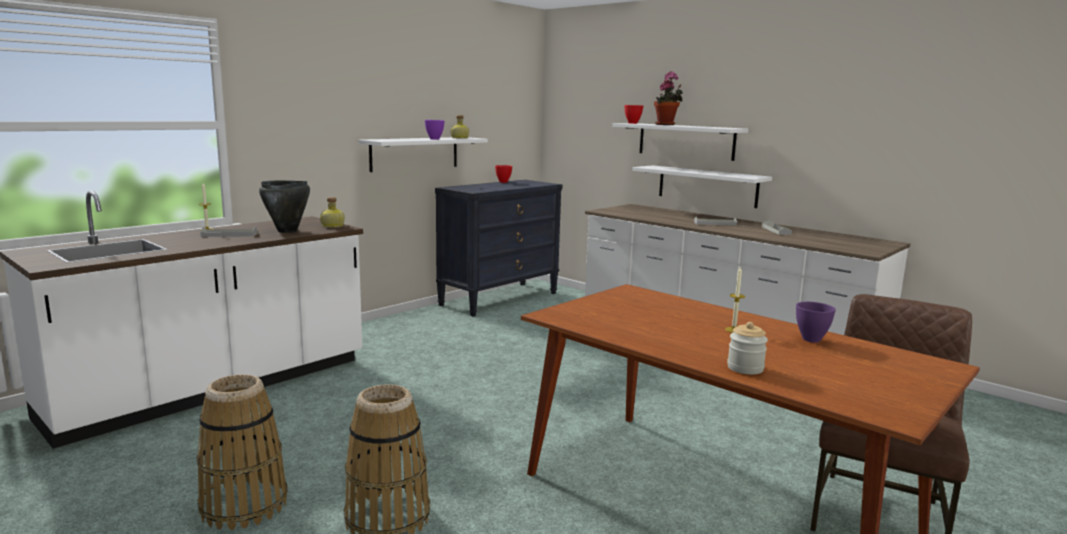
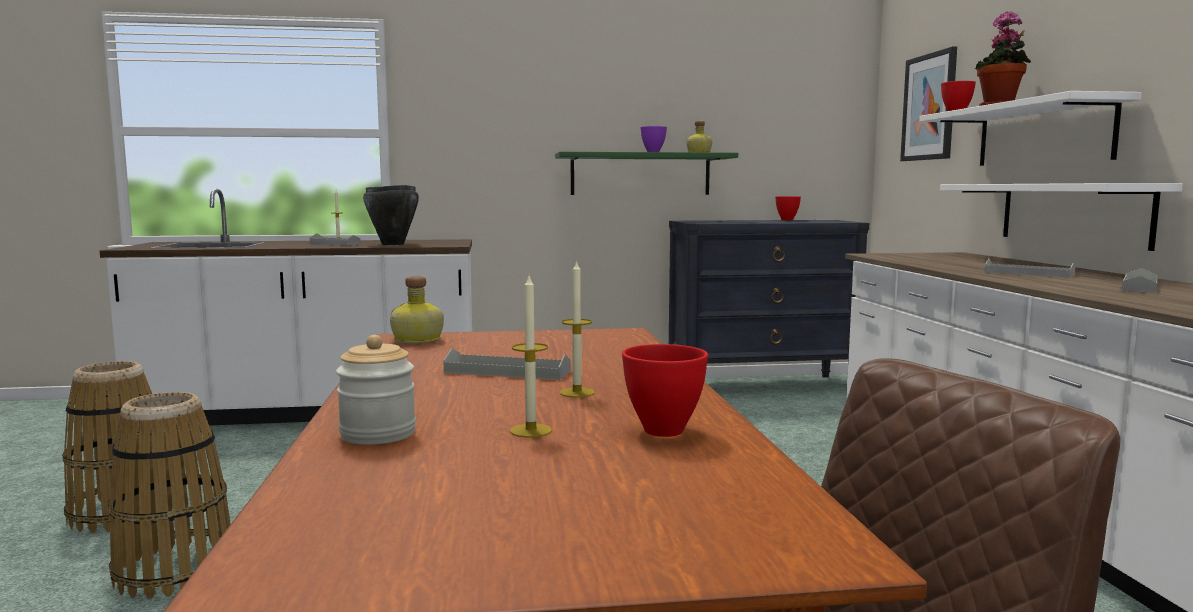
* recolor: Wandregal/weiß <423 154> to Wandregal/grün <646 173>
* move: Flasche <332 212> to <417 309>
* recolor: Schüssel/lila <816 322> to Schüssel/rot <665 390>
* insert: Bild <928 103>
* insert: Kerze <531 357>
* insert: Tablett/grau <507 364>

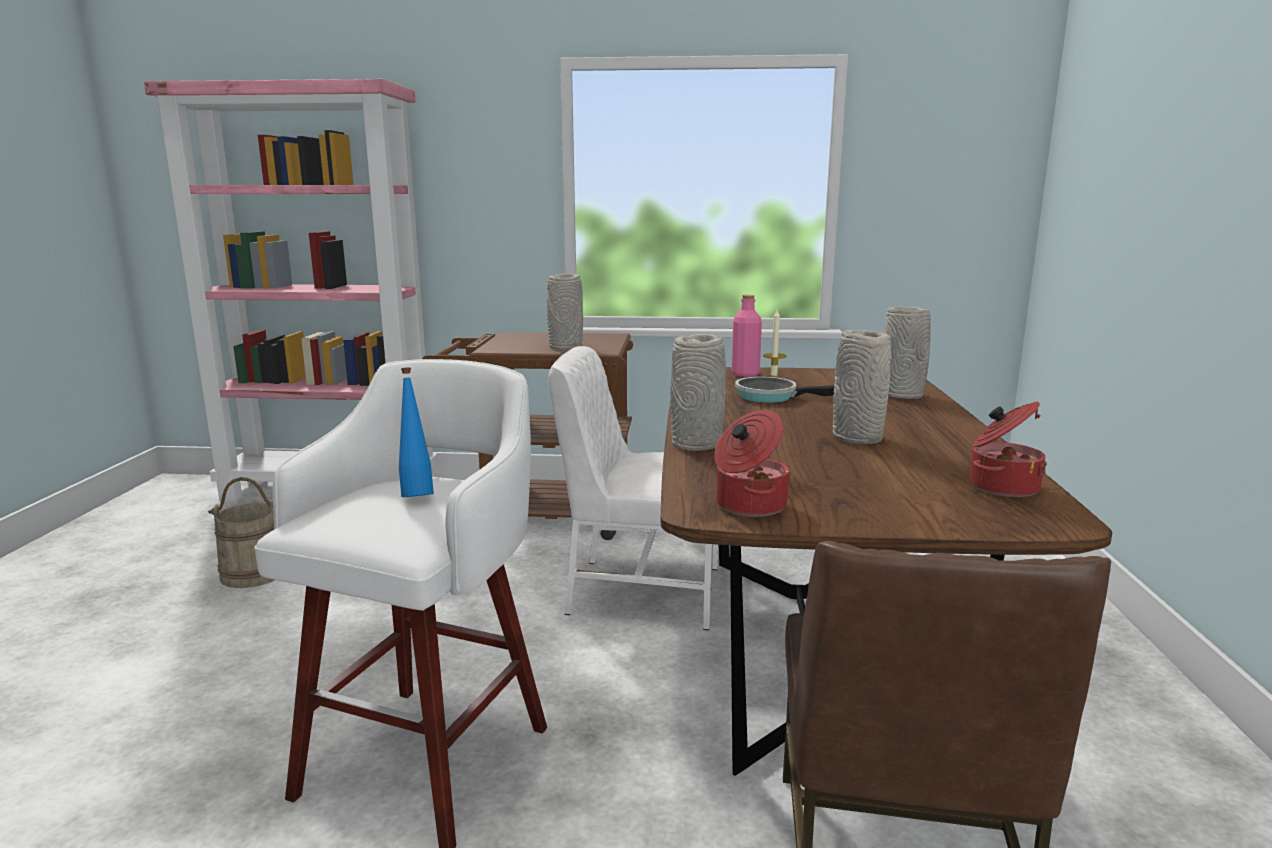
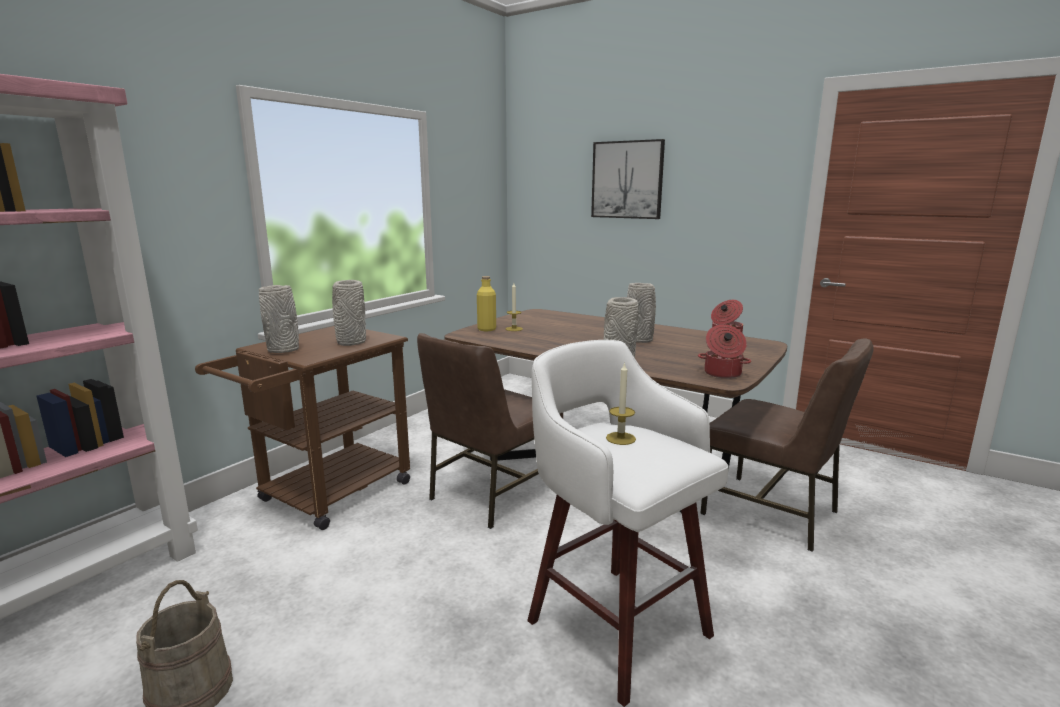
* recolor: Flasche/rosa <746 336> to Flasche/gelb <486 303>
* move: Vase/grau <908 353> to <278 319>
* recolor: Stuhl/weiß <633 488> to Stuhl/braun <490 431>
* replace: Flasche/blau <416 432> to Kerze <621 403>
* delete: Pfanne <784 390>
* insert: Bild <628 179>

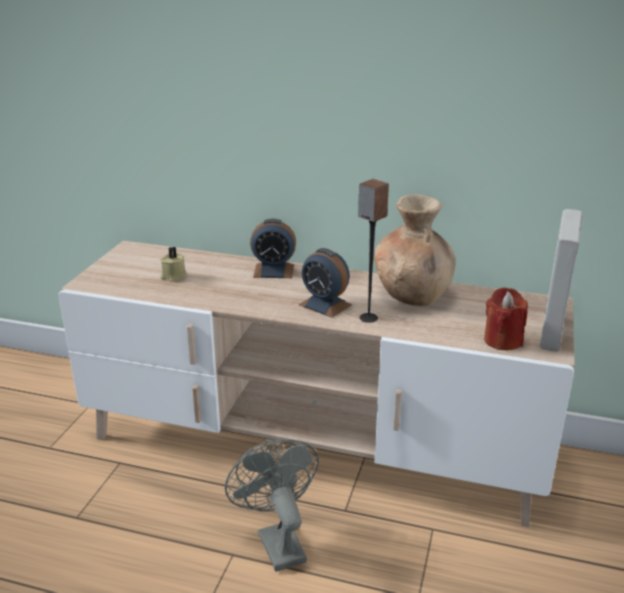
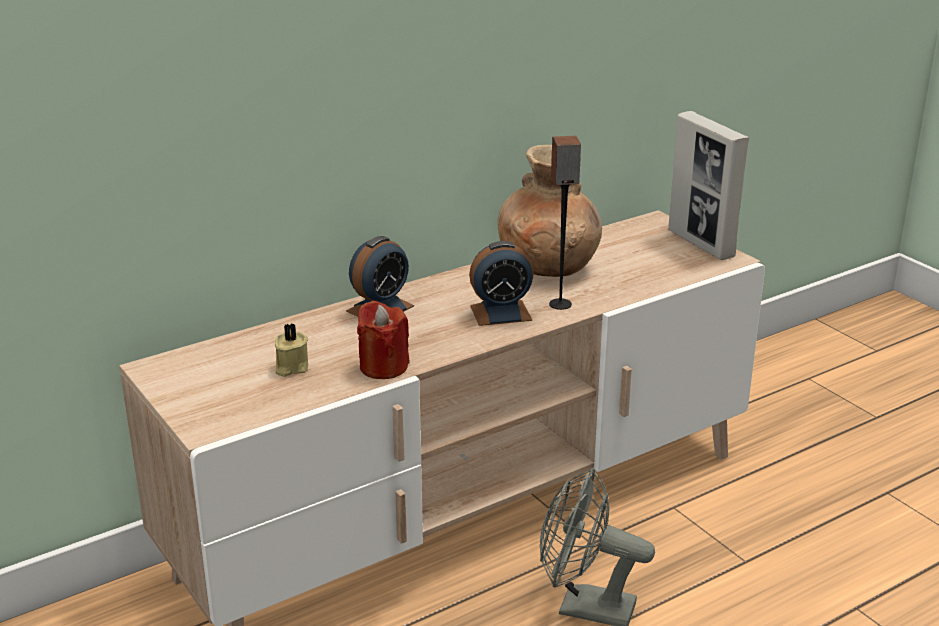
* move: Kerze/rot <506 318> to <383 339>

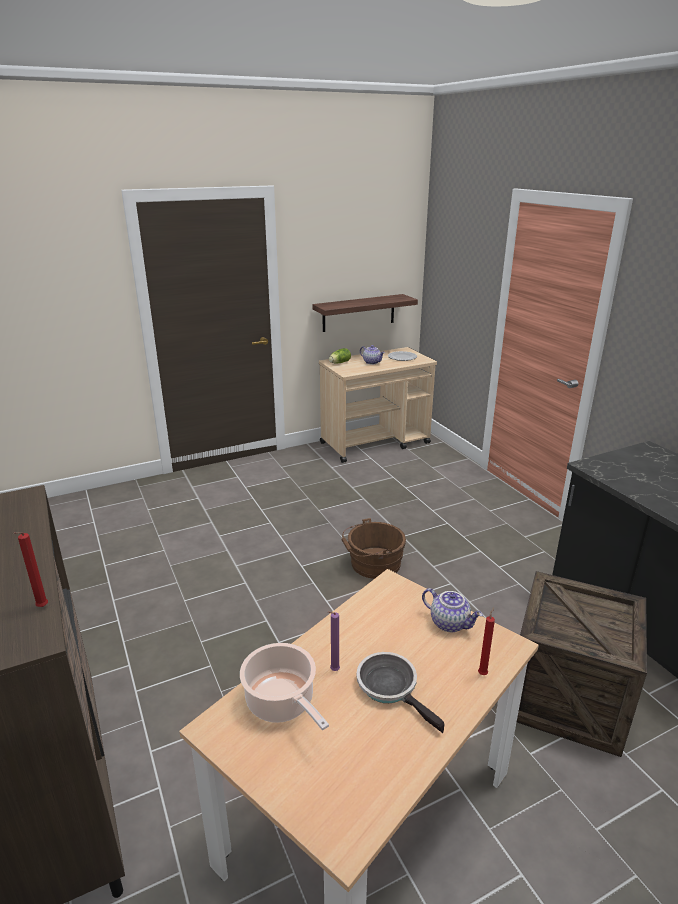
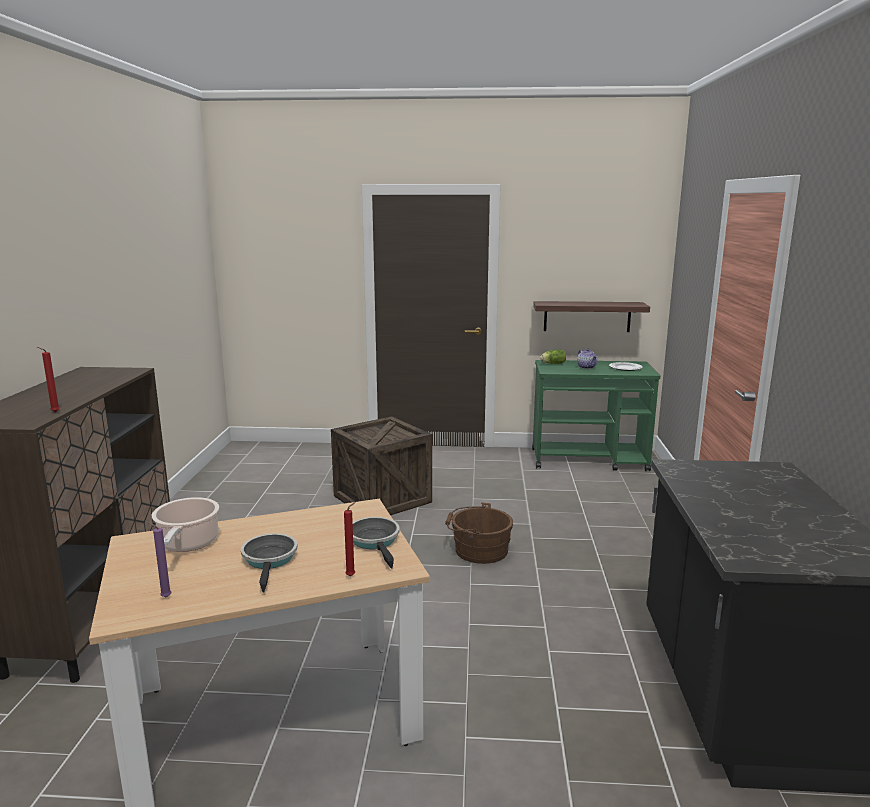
* recolor: Rollwagen/beige <378 405> to Rollwagen/grün <596 415>
* move: Kiste <582 664> to <381 465>
* replace: Teekanne <452 610> to Pfanne <376 543>
* move: Kerze/lila <334 641> to <159 560>

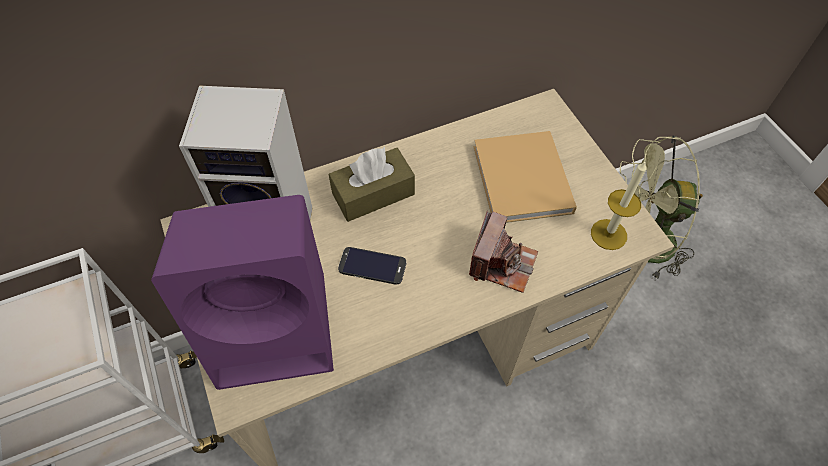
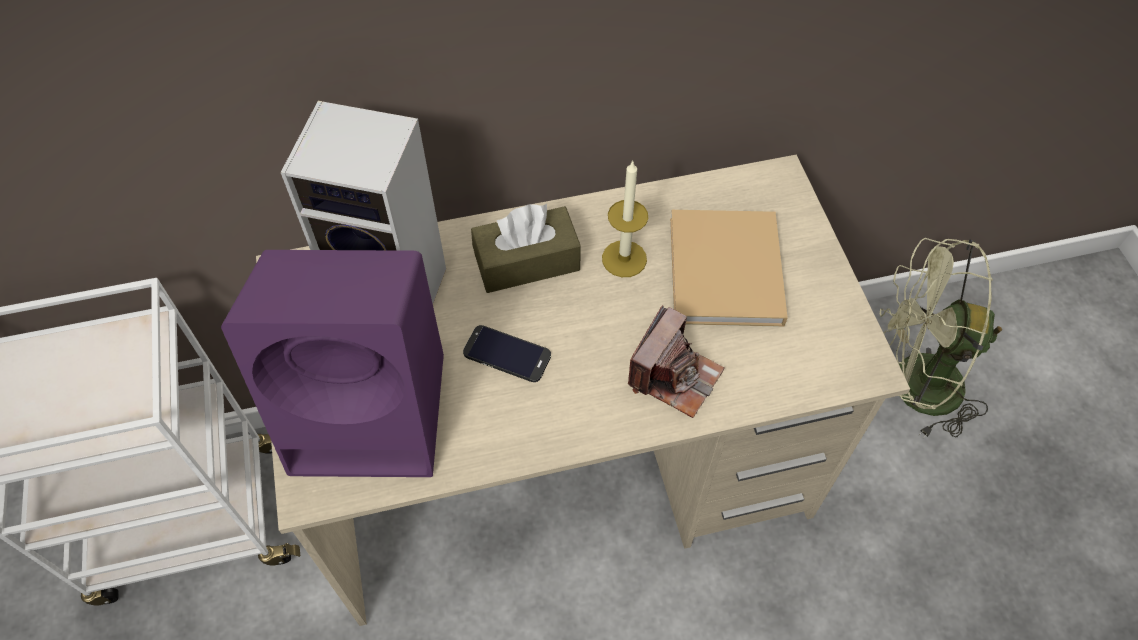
* move: Kerze <619 205> to <625 218>

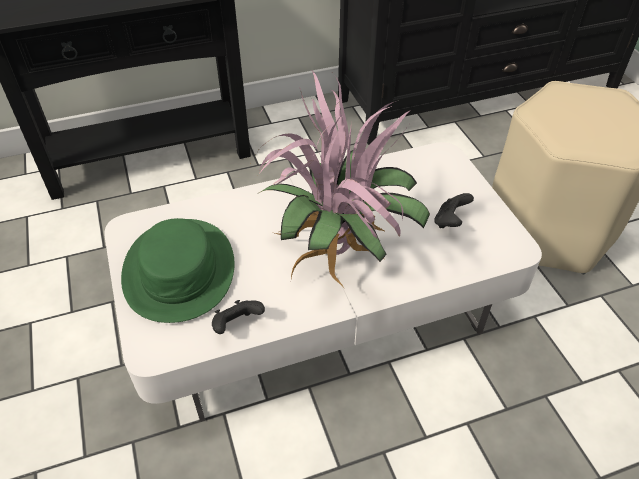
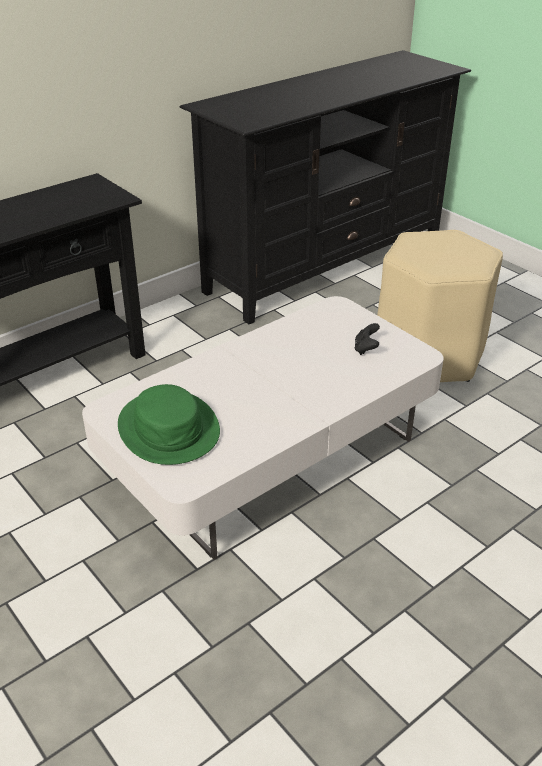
* delete: Topfpflanze <342 179>
* delete: Gamepad/schwarz <238 317>

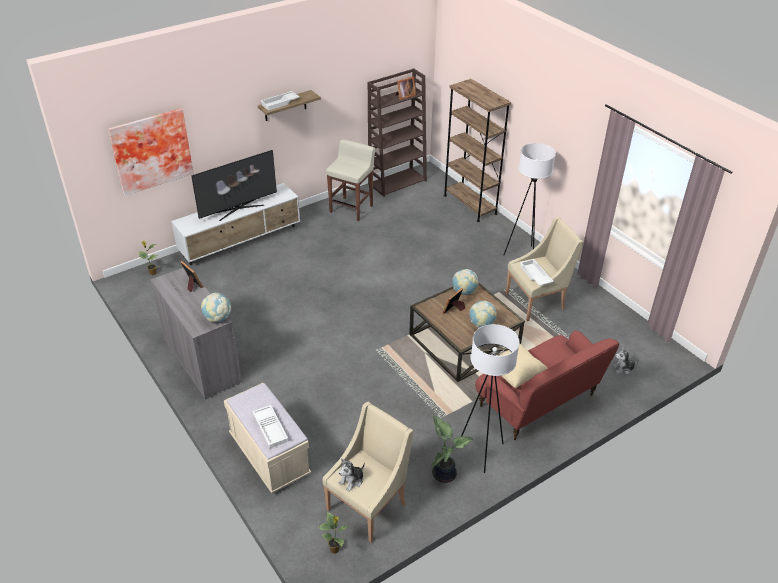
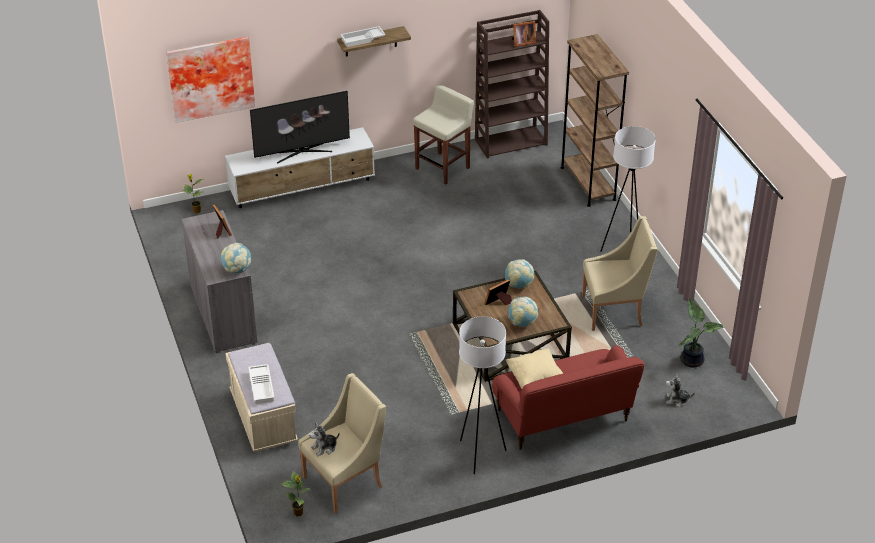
* delete: Tablett/weiß <537 272>
* move: Topfpflanze <452 449> to <701 333>

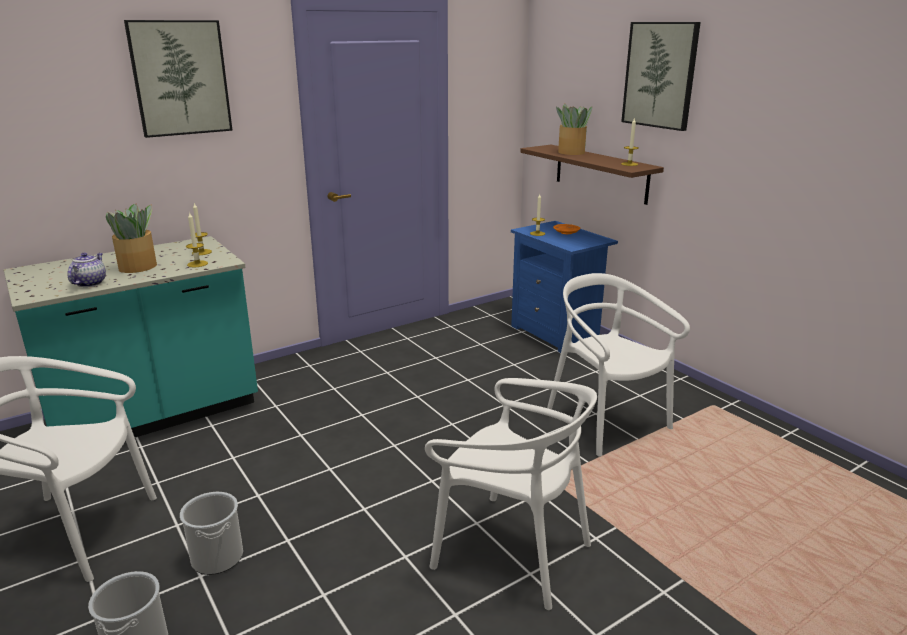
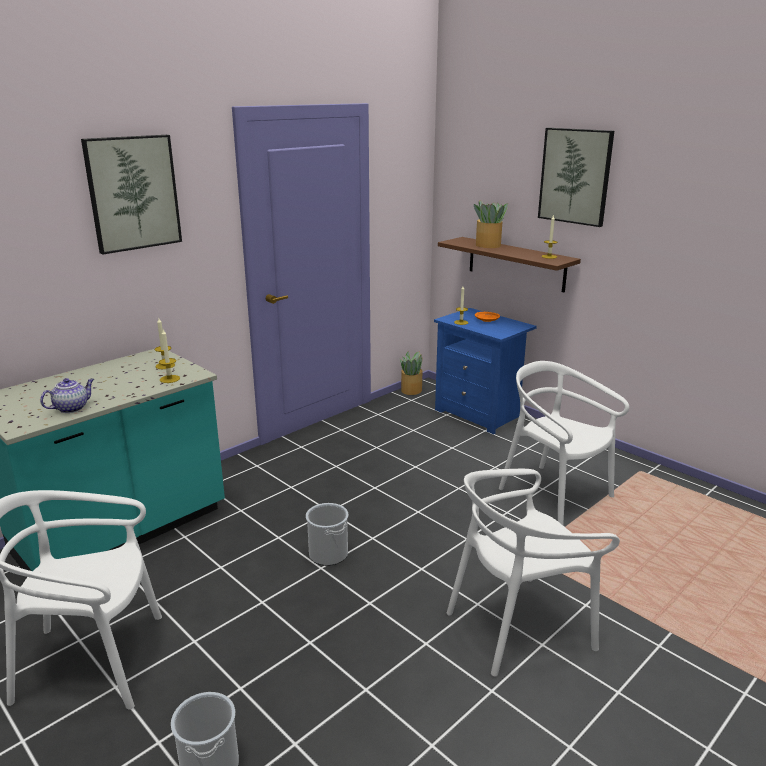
* move: Topfpflanze <131 238> to <411 373>
* rotate: Teekanne <86 270> = <67 395> 45 degrees clockwise
* rotate: Stuhl/weiß <511 494> = <533 572> 135 degrees clockwise
* move: Eimer <211 533> to <327 534>

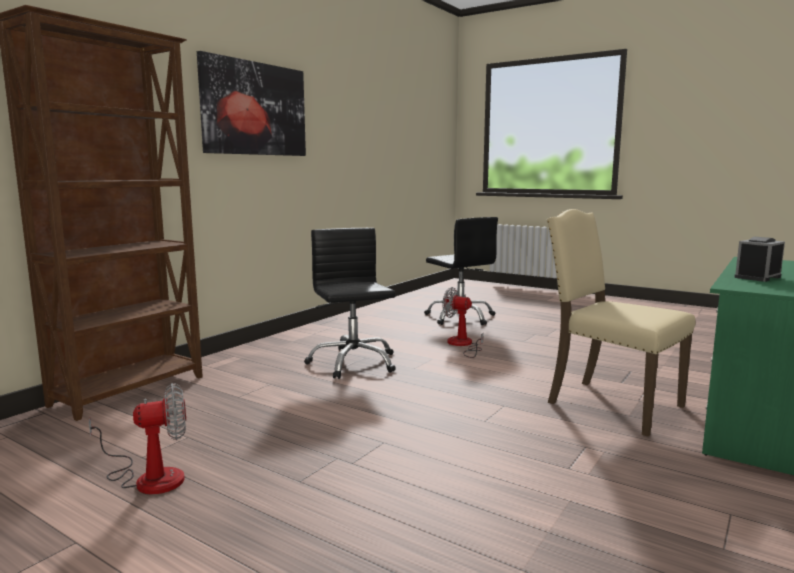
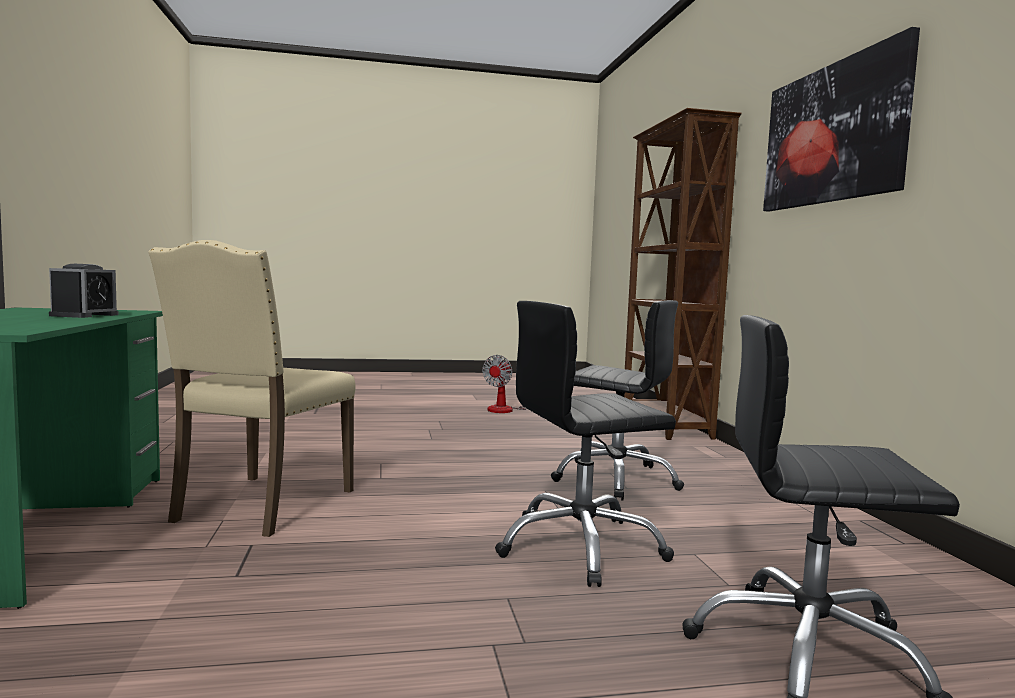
* rotate: Stuhl/beige <621 323> = <252 388> 105 degrees clockwise
* replace: Ventilator <463 322> to Bürostuhl/schwarz <585 444>

